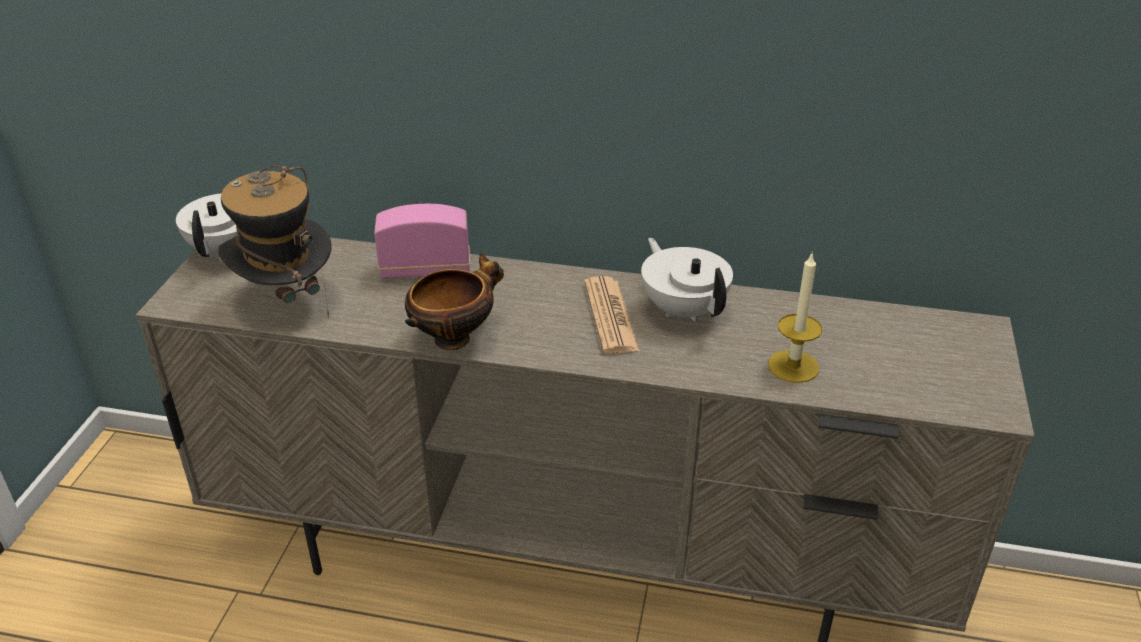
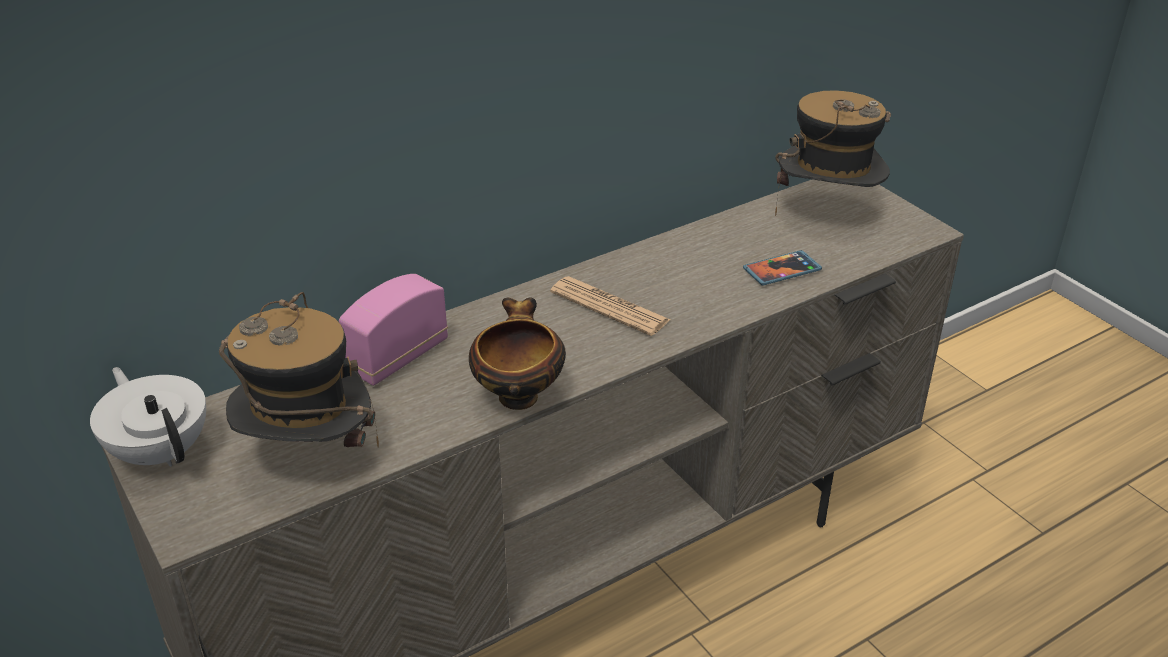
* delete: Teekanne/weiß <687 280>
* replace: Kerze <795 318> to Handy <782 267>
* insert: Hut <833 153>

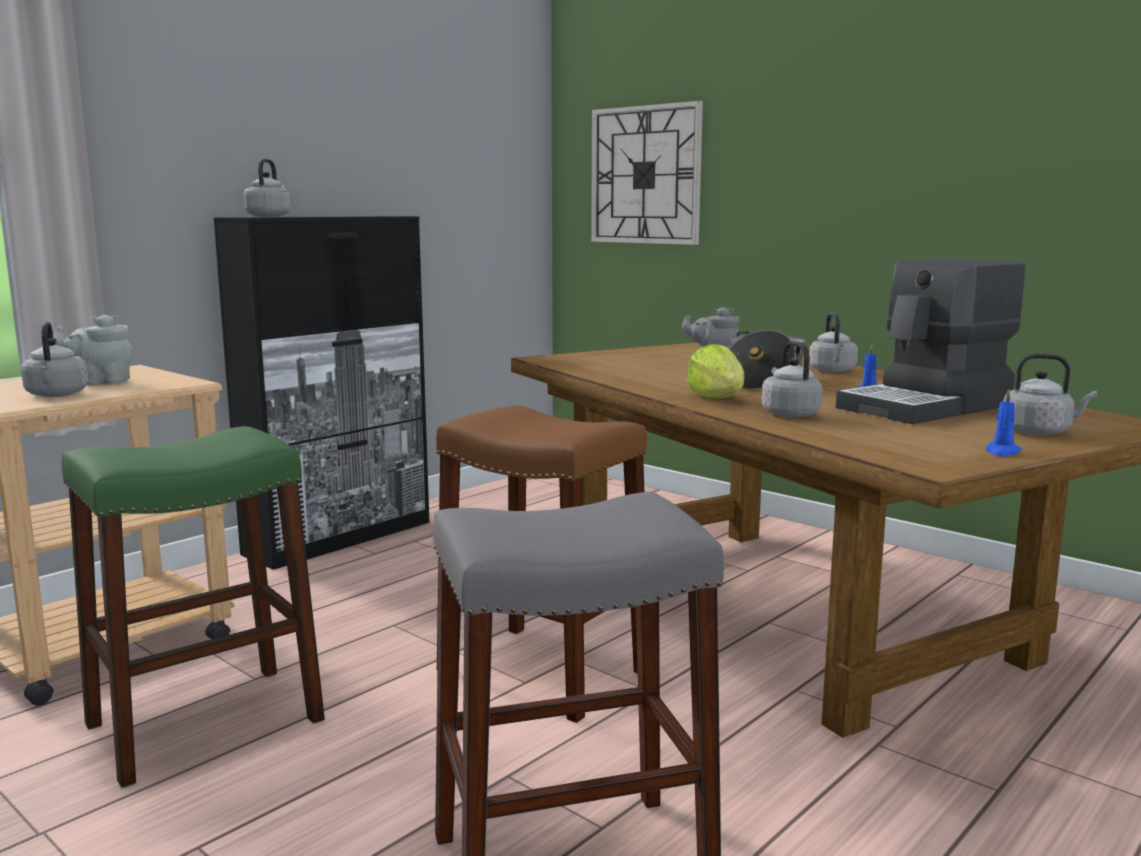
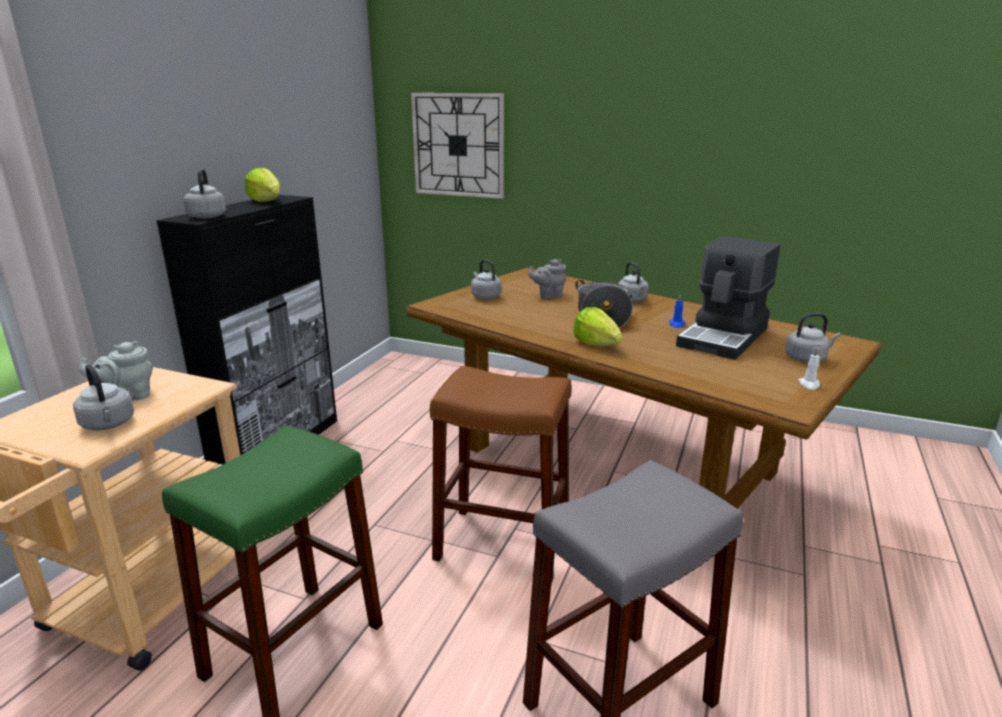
* move: Wasserkessel/grau <792 379> to <486 279>
* recolor: Kerze/blau <1003 423> to Kerze/weiß <809 369>
* insert: Salatkopf <262 185>

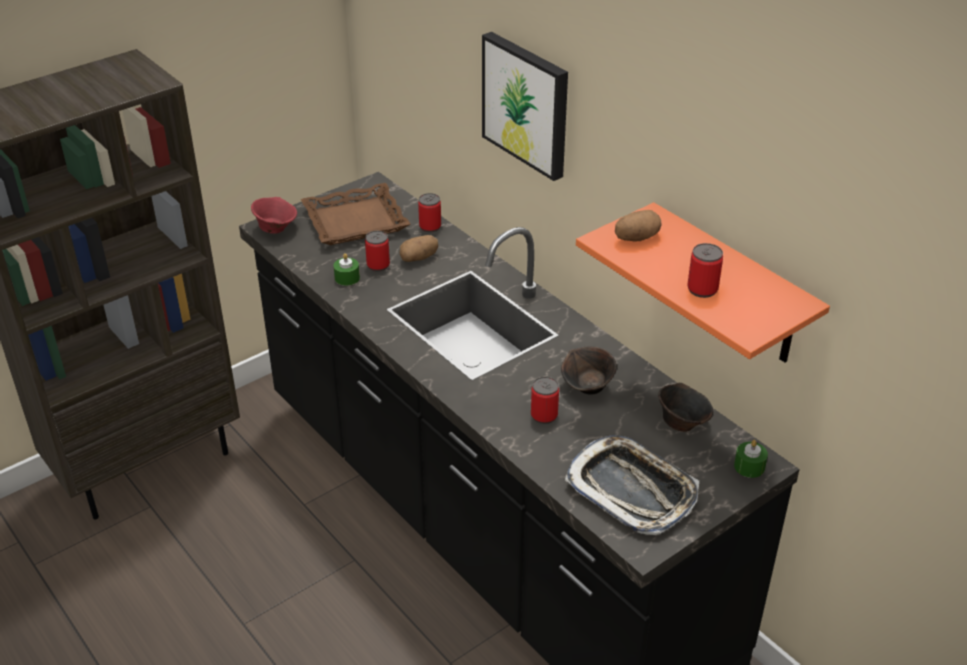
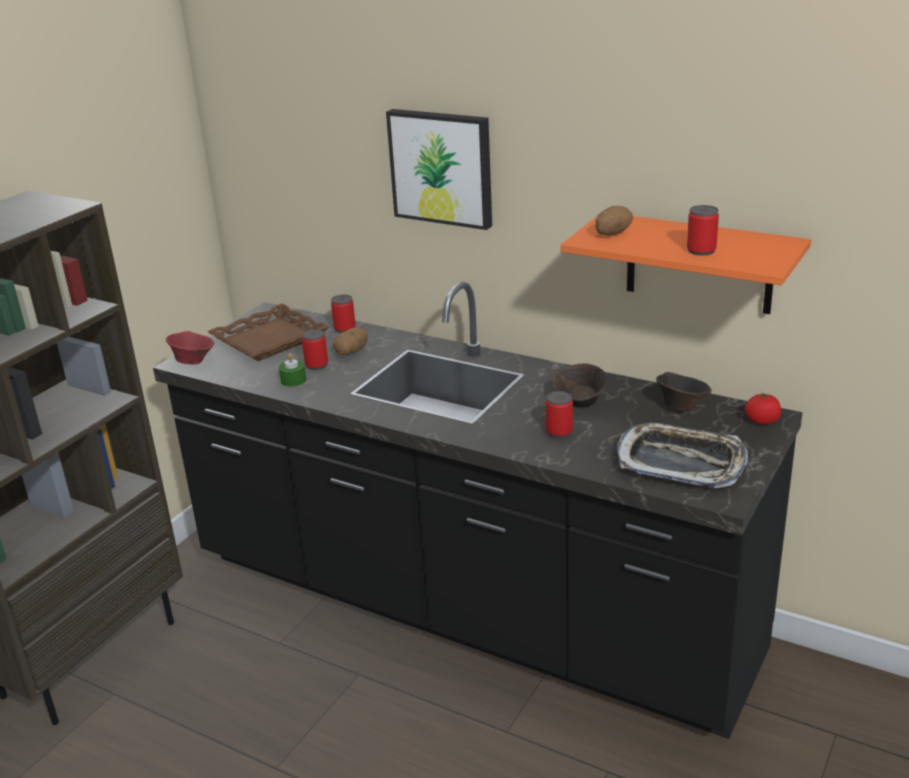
* replace: Kerze/grün <751 459> to Tomate <763 407>

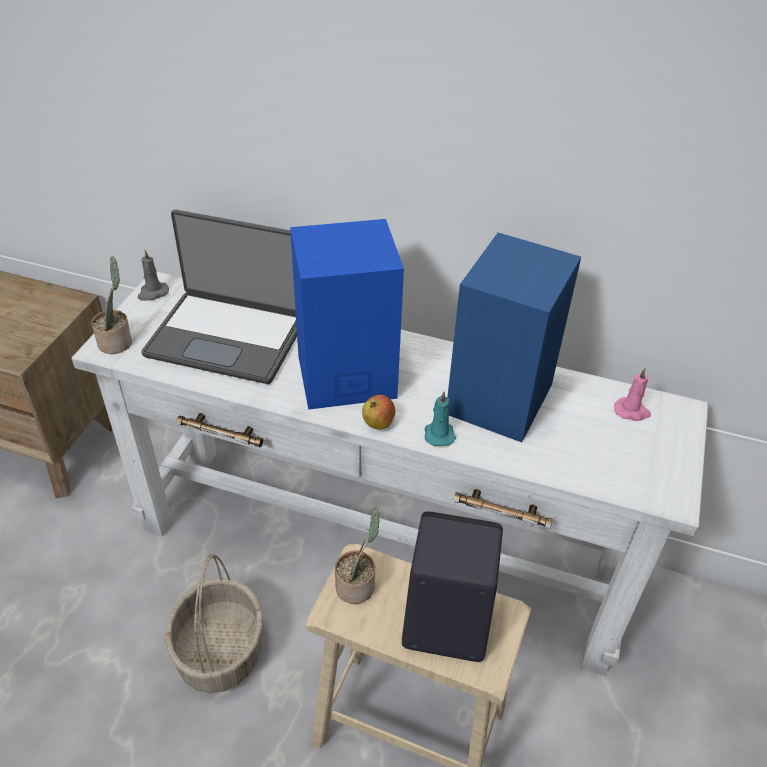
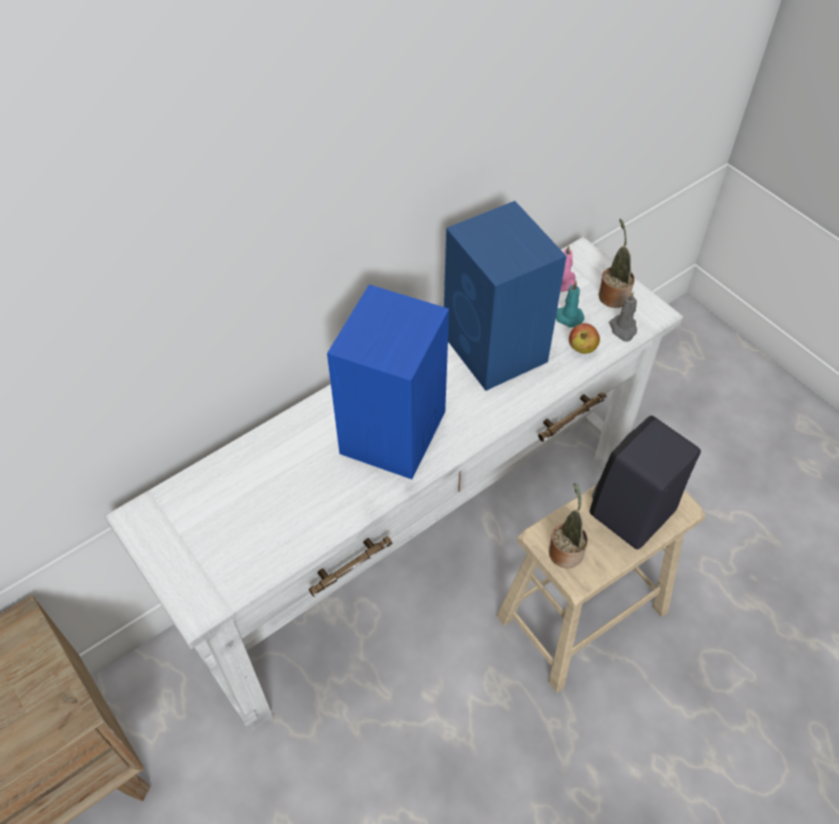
* delete: Laptop <219 296>
* move: Kerze/grau <153 275> to <623 317>
* move: Topfpflanze <111 305> to <617 263>
* move: Kerze/türkis <440 418> to <570 304>
* move: Apfel <379 412> to <584 338>
* delete: Korb <213 623>

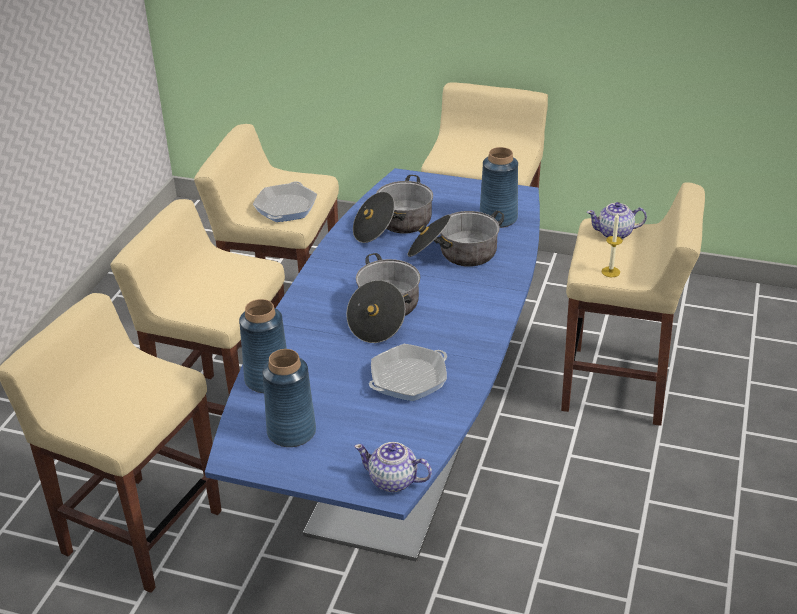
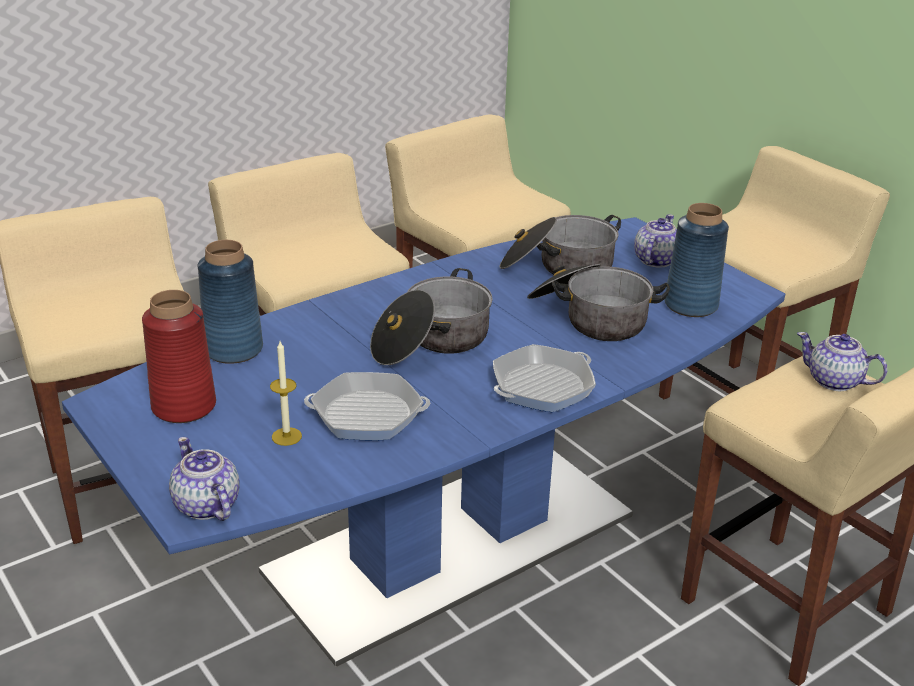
* move: Pfanne <285 201> to <544 378>
* move: Kerze <612 244> to <286 393>
* recolor: Vase/blau <289 398> to Vase/rot <179 356>
* insert: Teekanne <655 241>

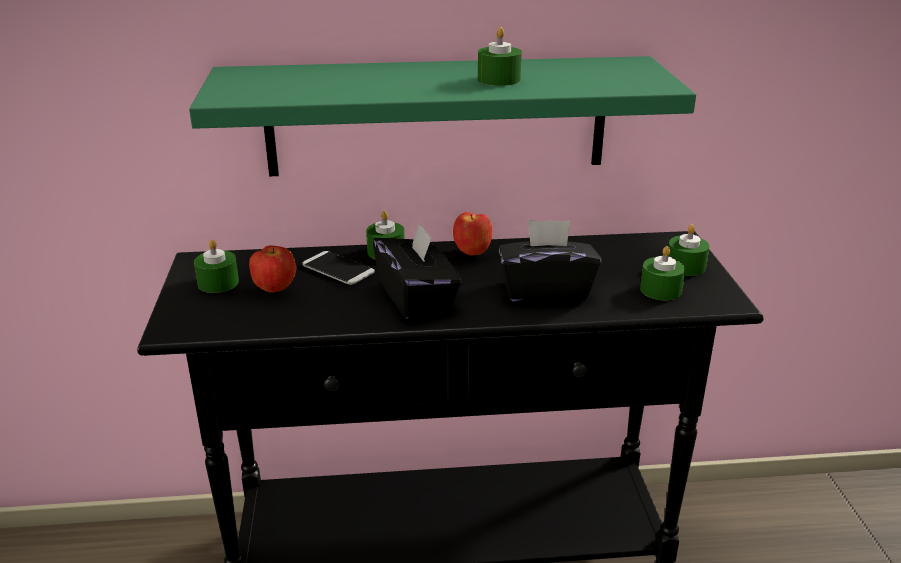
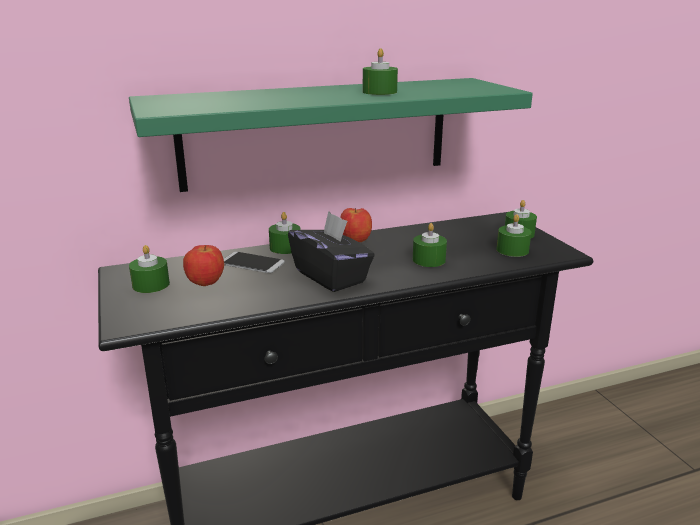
* replace: Taschentuchbox/schwarz <549 261> to Kerze/grün <430 245>

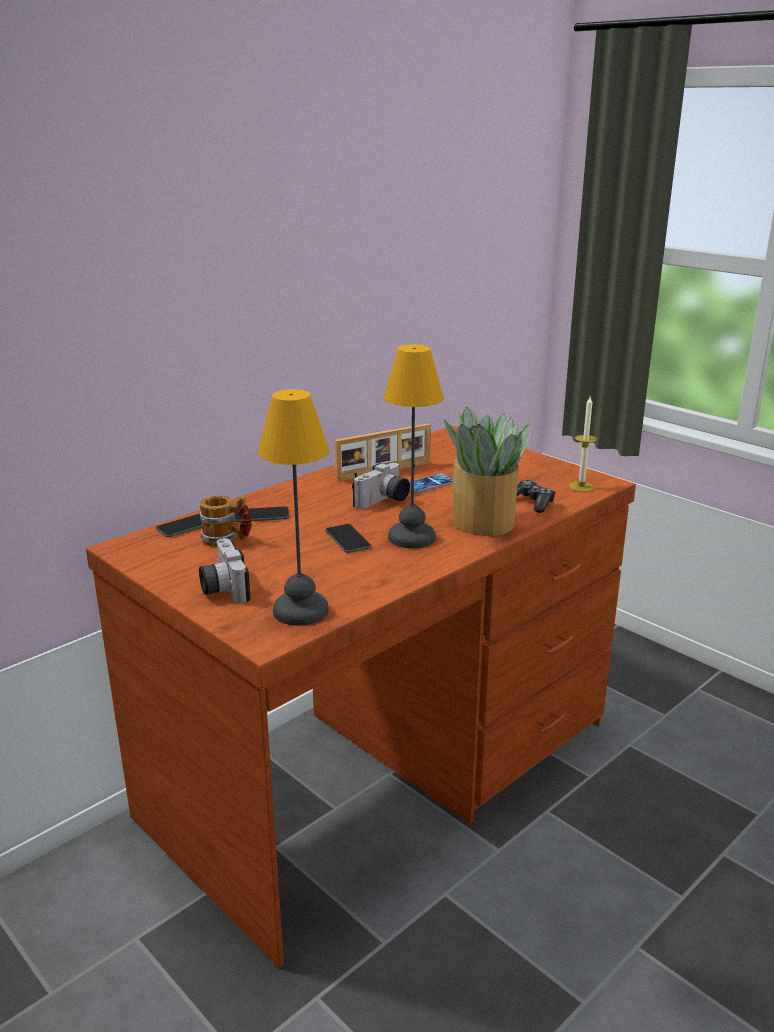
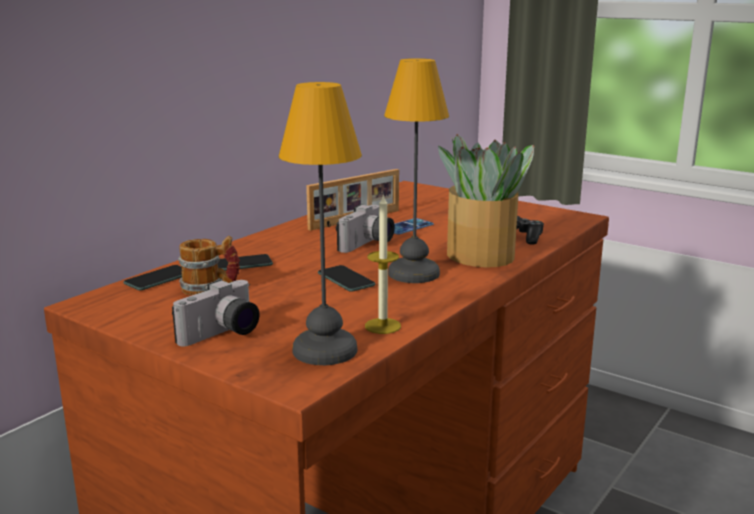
* move: Kerze <583 444> to <383 263>
* rotate: Kamera <225 571> = <215 313> 105 degrees counterclockwise

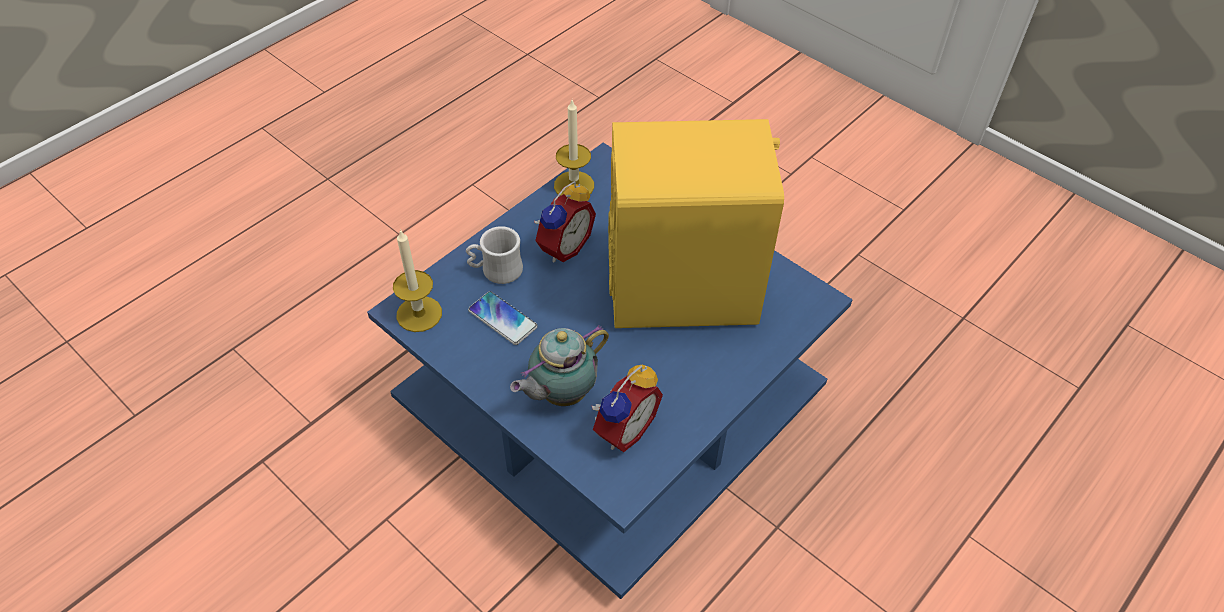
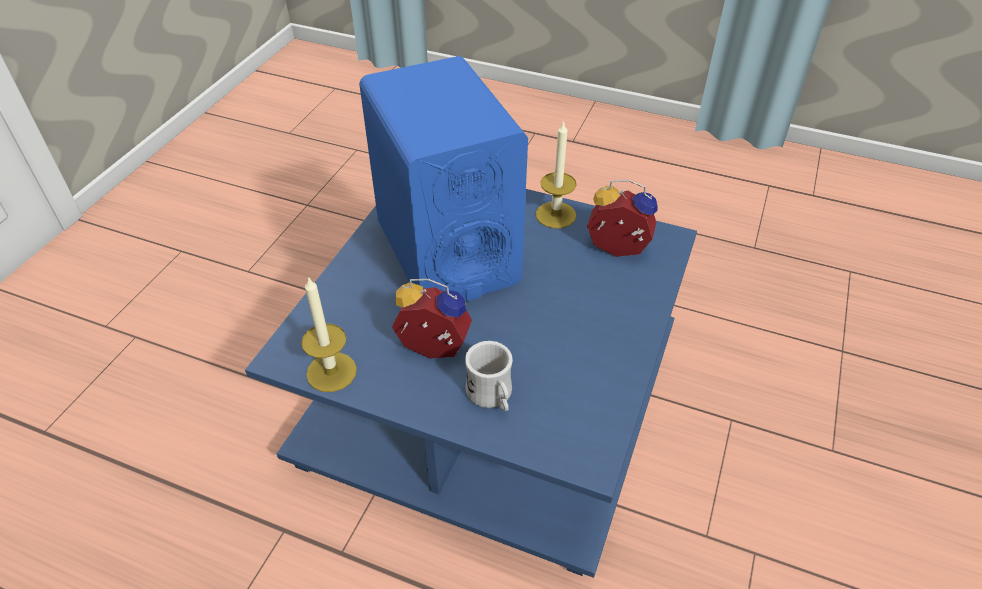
* recolor: Lautsprecher/gelb <696 223> to Lautsprecher/blau <443 178>
* move: Kerze <417 280> to <556 174>
* delete: Handy <503 318>
* delete: Teekanne <559 365>

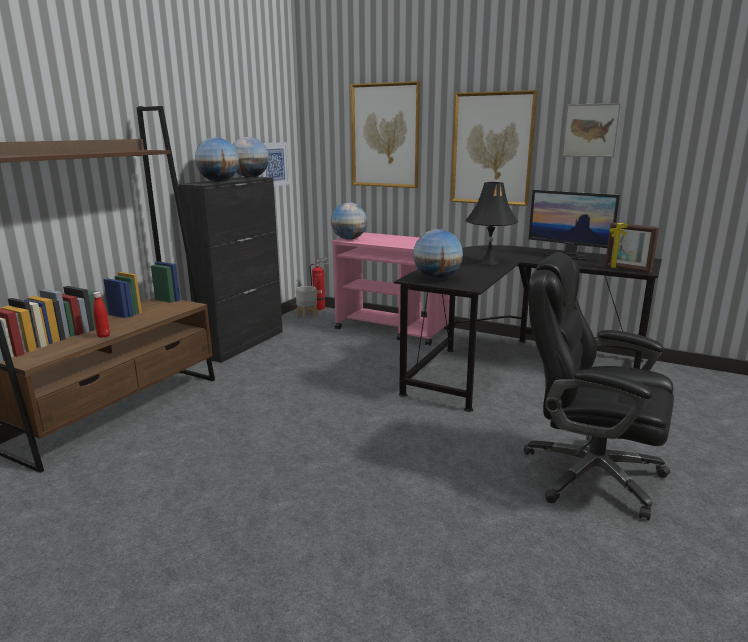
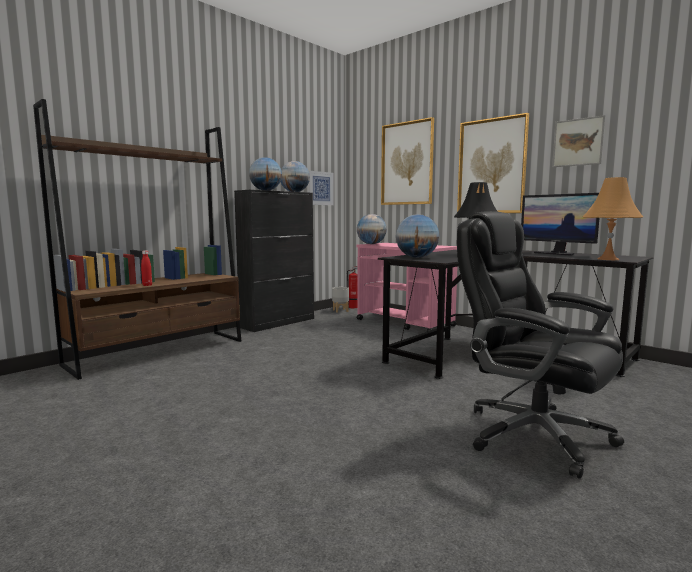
* replace: Bilderrahmen <632 247> to Tischlampe/orange <613 218>

